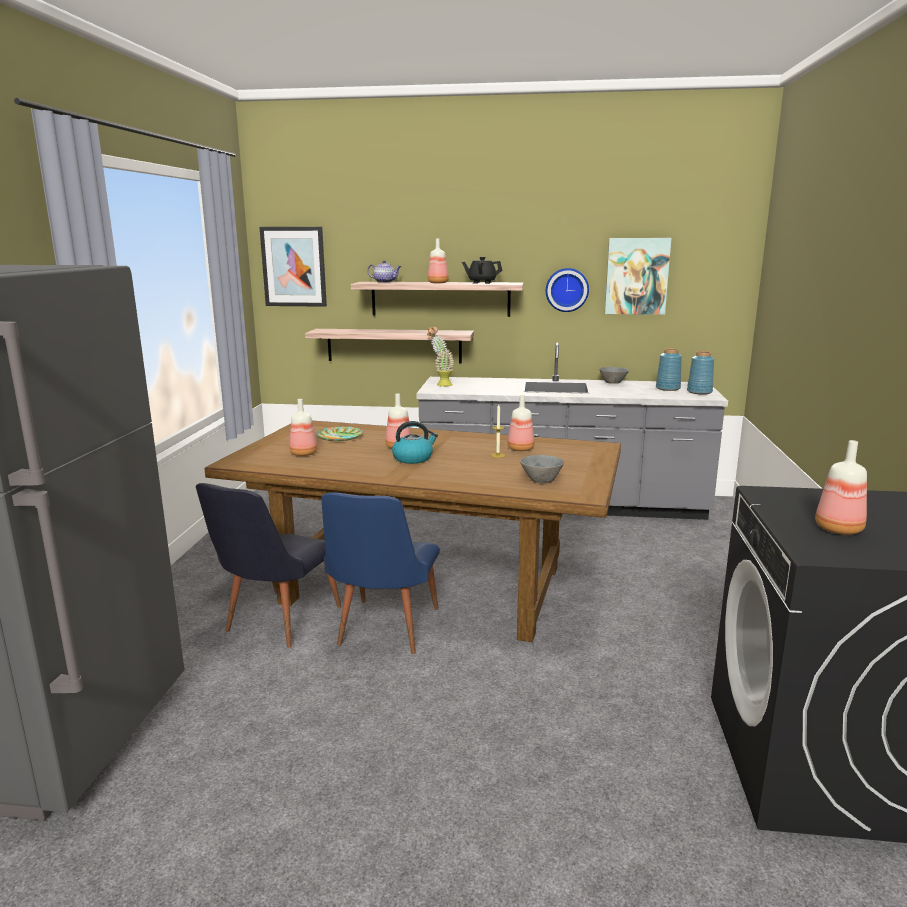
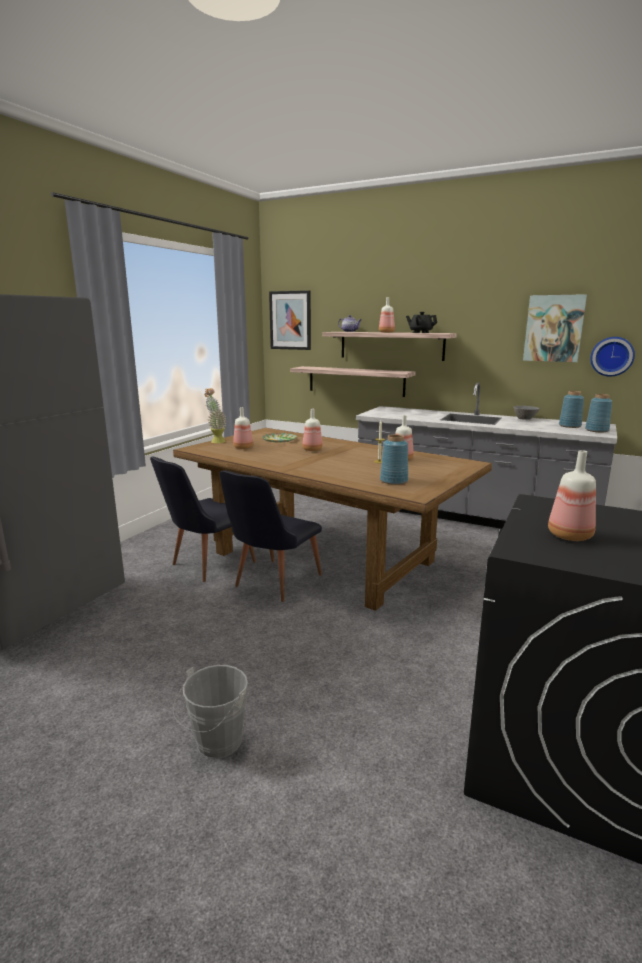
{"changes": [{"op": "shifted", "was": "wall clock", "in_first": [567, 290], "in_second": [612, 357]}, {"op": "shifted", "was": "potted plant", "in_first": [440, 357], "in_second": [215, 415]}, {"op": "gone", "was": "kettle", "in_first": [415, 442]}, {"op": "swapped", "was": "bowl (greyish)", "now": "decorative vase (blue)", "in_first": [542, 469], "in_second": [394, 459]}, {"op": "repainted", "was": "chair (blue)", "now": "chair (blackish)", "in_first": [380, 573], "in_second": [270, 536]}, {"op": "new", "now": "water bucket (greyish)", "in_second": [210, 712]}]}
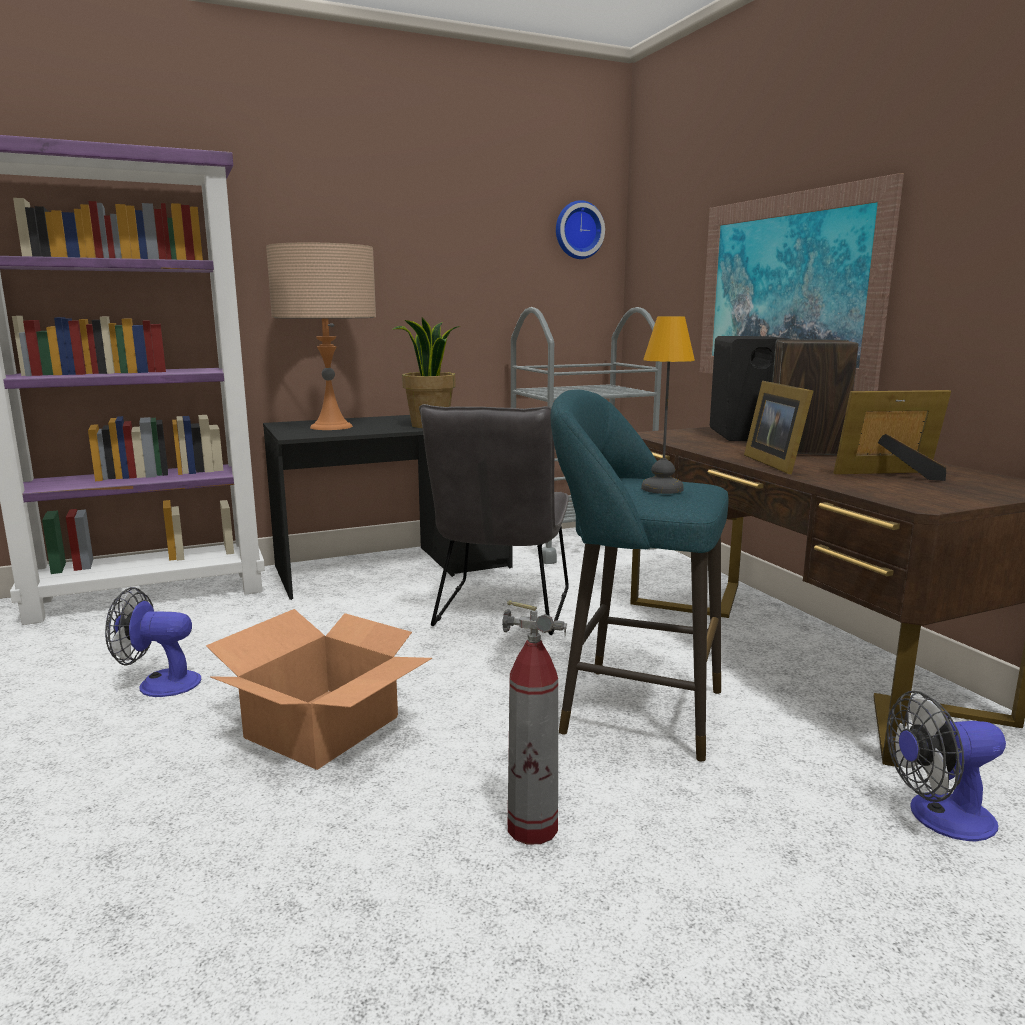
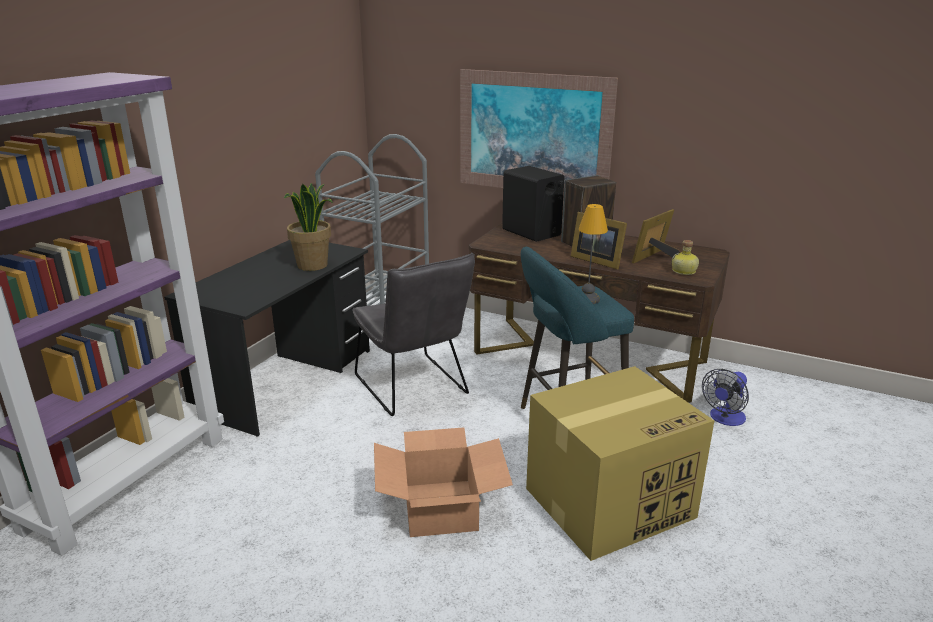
{"changes": [{"op": "gone", "was": "wall clock", "in_first": [580, 229]}, {"op": "gone", "was": "lamp for a table (beige)", "in_first": [321, 336]}, {"op": "gone", "was": "fan", "in_first": [153, 642]}, {"op": "swapped", "was": "fire extinguisher", "now": "packing box", "in_first": [534, 722], "in_second": [620, 463]}, {"op": "new", "now": "bottle", "in_second": [685, 257]}]}
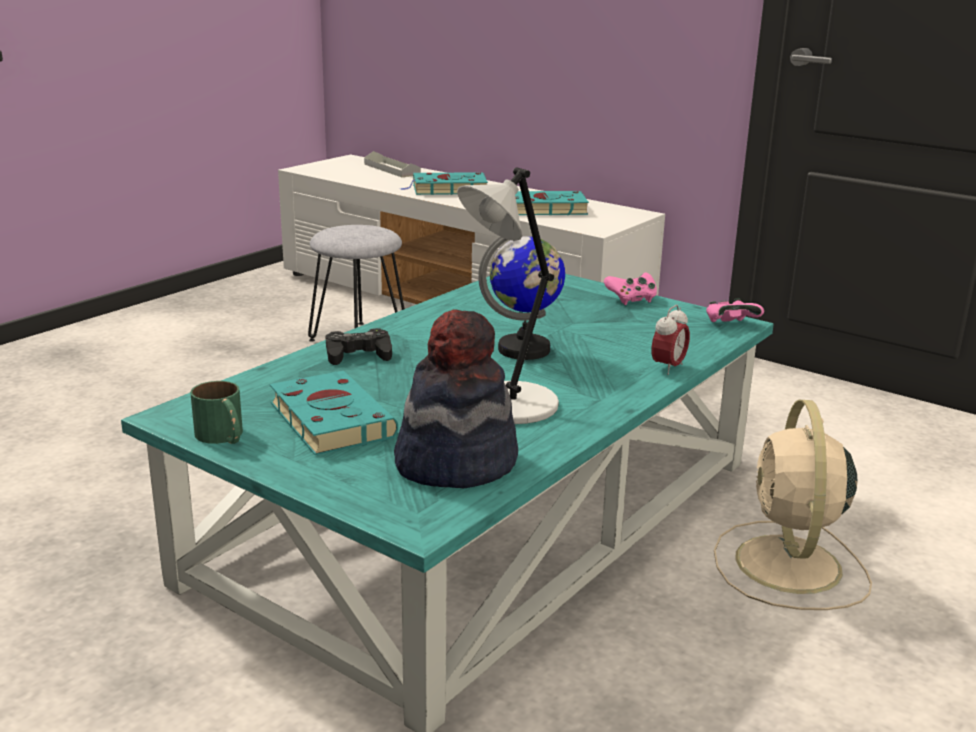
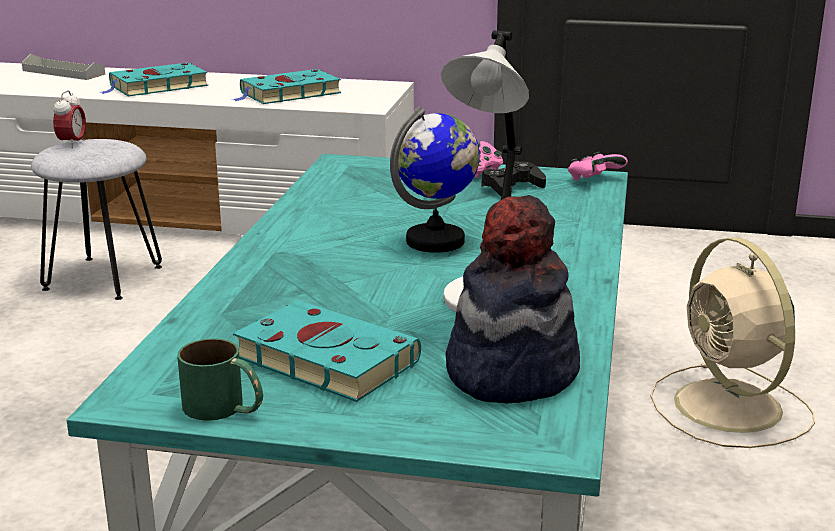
{"changes": [{"op": "shifted", "was": "alarm clock", "in_first": [671, 340], "in_second": [69, 119]}, {"op": "shifted", "was": "game controller (blackish)", "in_first": [358, 346], "in_second": [513, 178]}]}
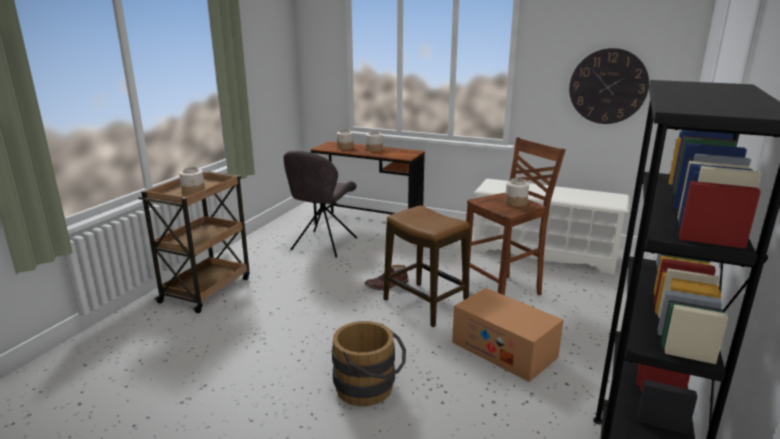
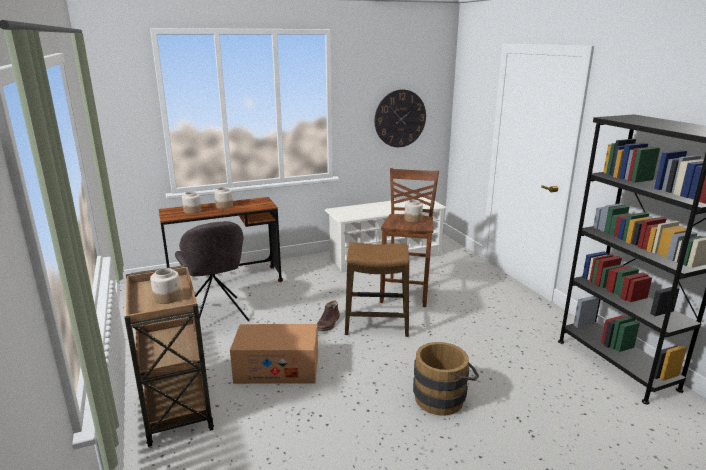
{"changes": [{"op": "shifted", "was": "packing box", "in_first": [507, 335], "in_second": [274, 354]}]}
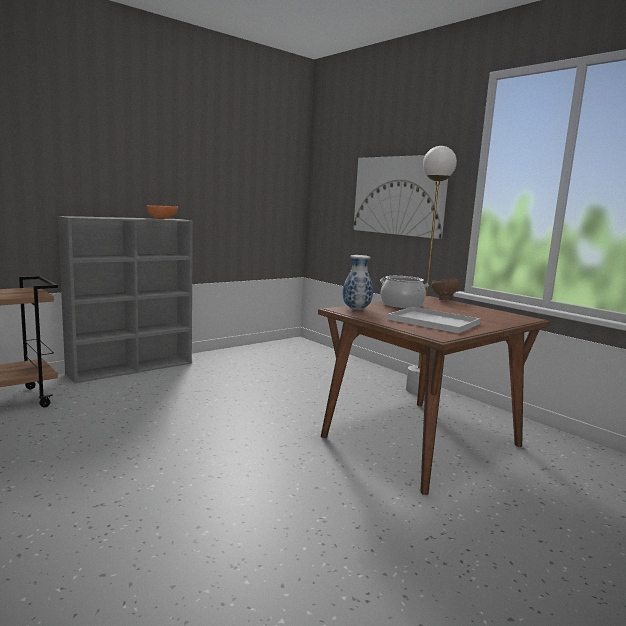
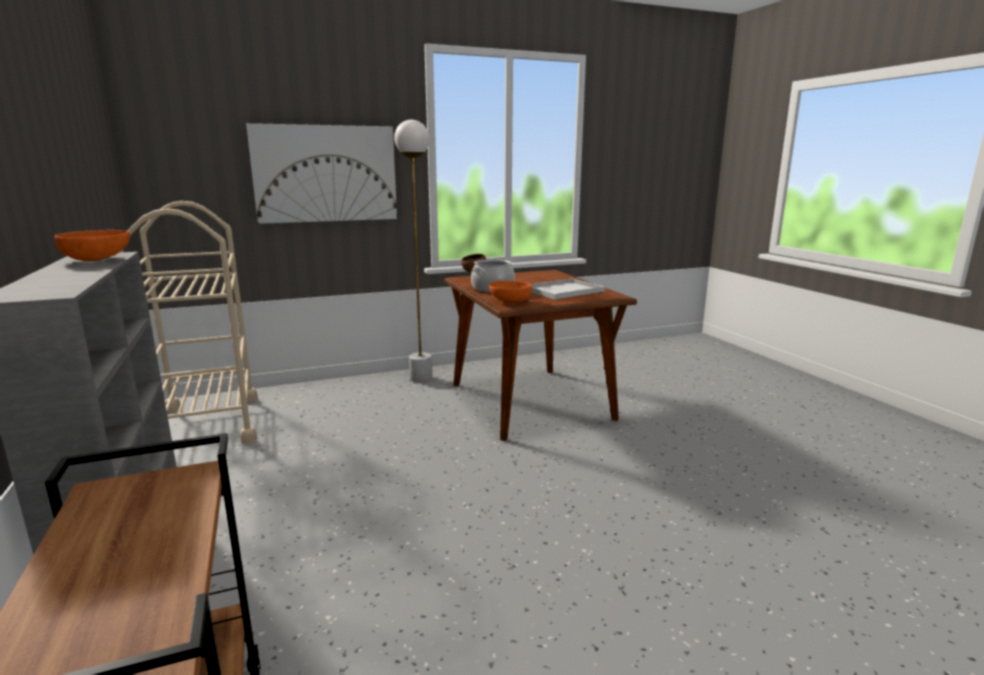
{"changes": [{"op": "swapped", "was": "decorative vase", "now": "bowl (orangey)", "in_first": [358, 282], "in_second": [510, 292]}, {"op": "new", "now": "cart (beige)", "in_second": [189, 322]}]}
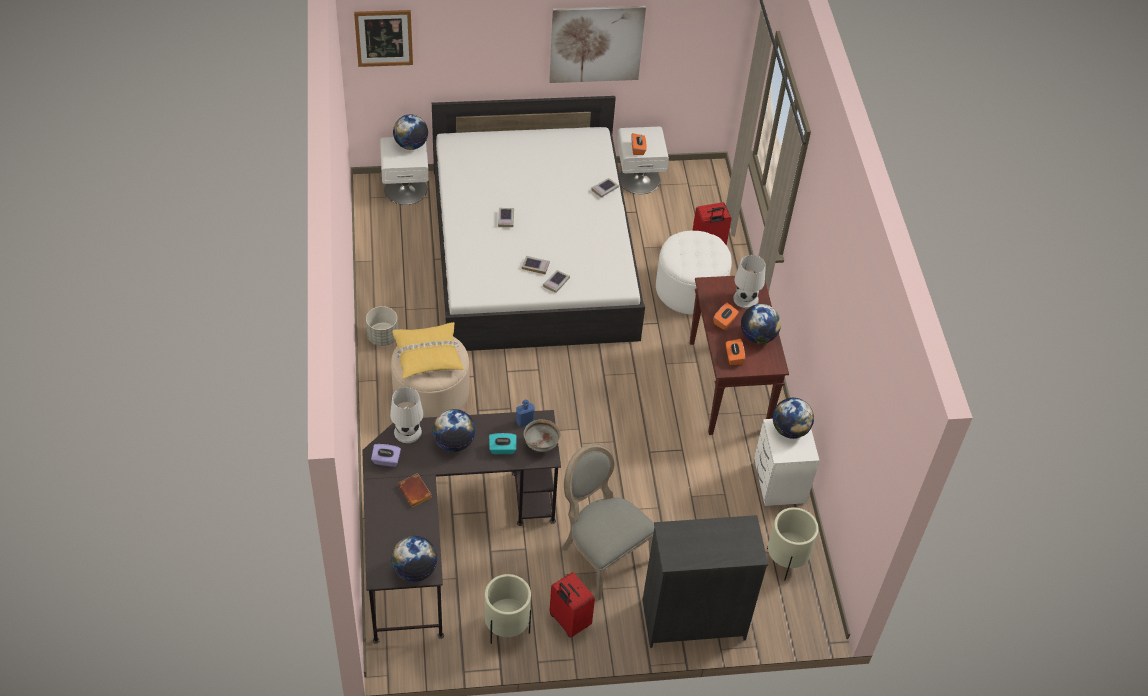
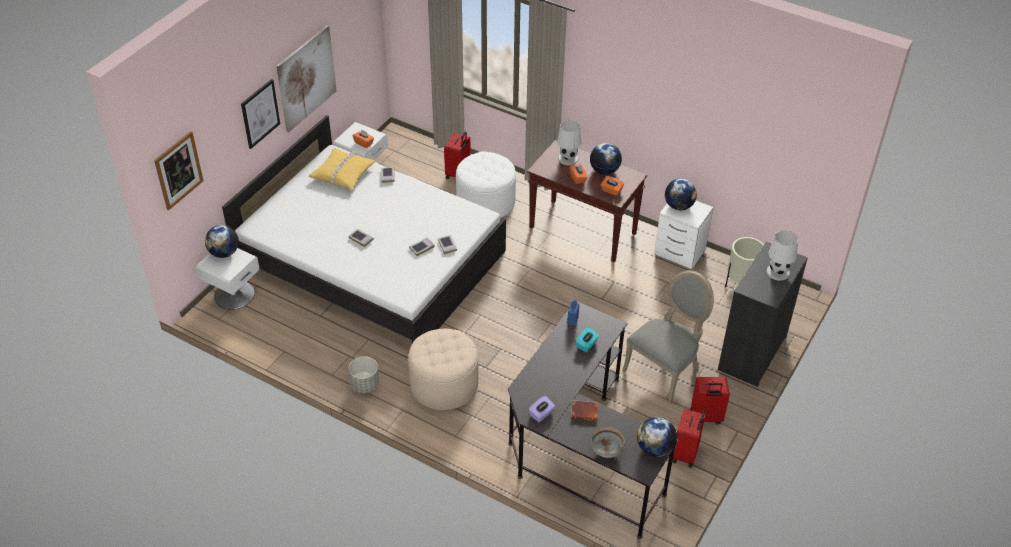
{"changes": [{"op": "shifted", "was": "cushion (yellow-coloured)", "in_first": [428, 350], "in_second": [342, 169]}, {"op": "shifted", "was": "lamp for a table (whitish)", "in_first": [406, 415], "in_second": [782, 255]}, {"op": "gone", "was": "desk globe", "in_first": [453, 430]}, {"op": "shifted", "was": "bowl (greyish)", "in_first": [542, 435], "in_second": [608, 442]}, {"op": "rotated", "was": "chair (greyish)", "in_first": [607, 521], "in_second": [668, 337], "clockwise": 135}, {"op": "swapped", "was": "plant pot (beige)", "now": "suitcase (reddish)", "in_first": [508, 609], "in_second": [689, 438]}, {"op": "new", "now": "wall art", "in_second": [260, 114]}]}
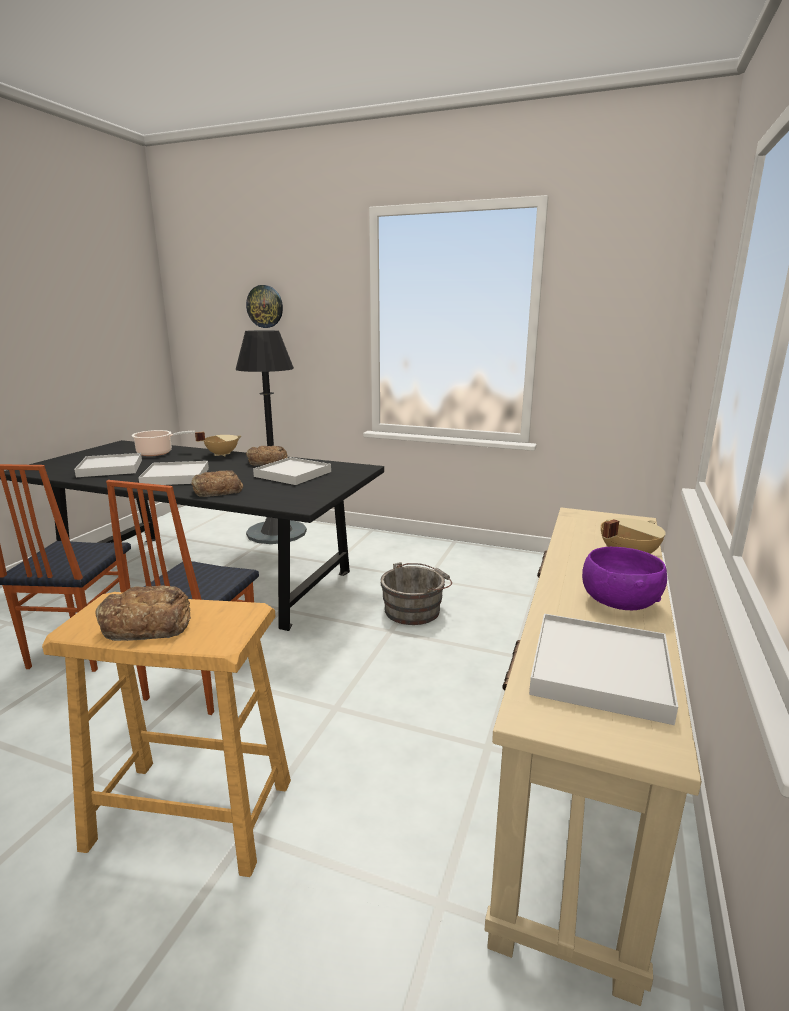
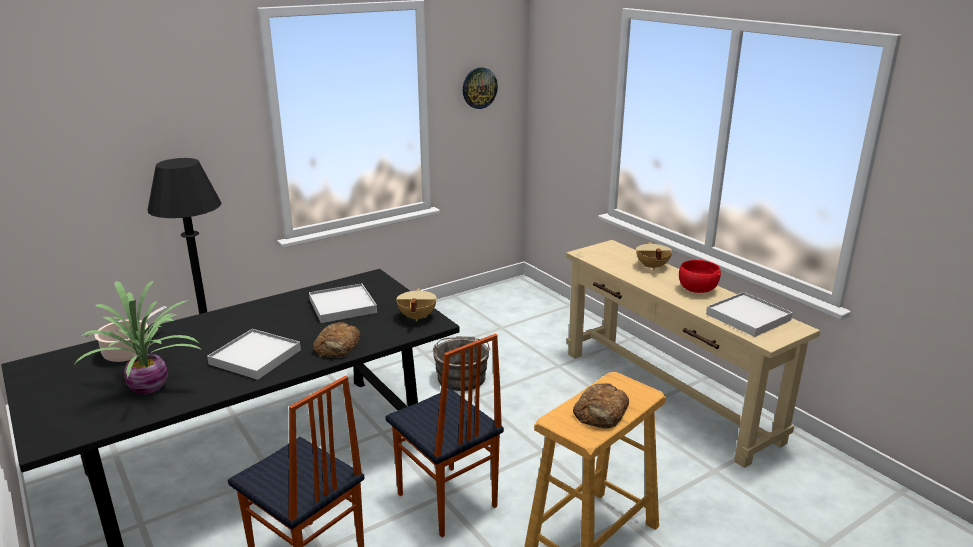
{"changes": [{"op": "shifted", "was": "wall clock", "in_first": [264, 306], "in_second": [480, 88]}, {"op": "shifted", "was": "stockpot (beige)", "in_first": [218, 444], "in_second": [416, 305]}, {"op": "gone", "was": "bread", "in_first": [267, 456]}, {"op": "swapped", "was": "tray (whitish)", "now": "potted plant", "in_first": [108, 465], "in_second": [138, 337]}, {"op": "repainted", "was": "bowl (purple-coloured)", "now": "bowl (reddish)", "in_first": [624, 578], "in_second": [700, 276]}]}
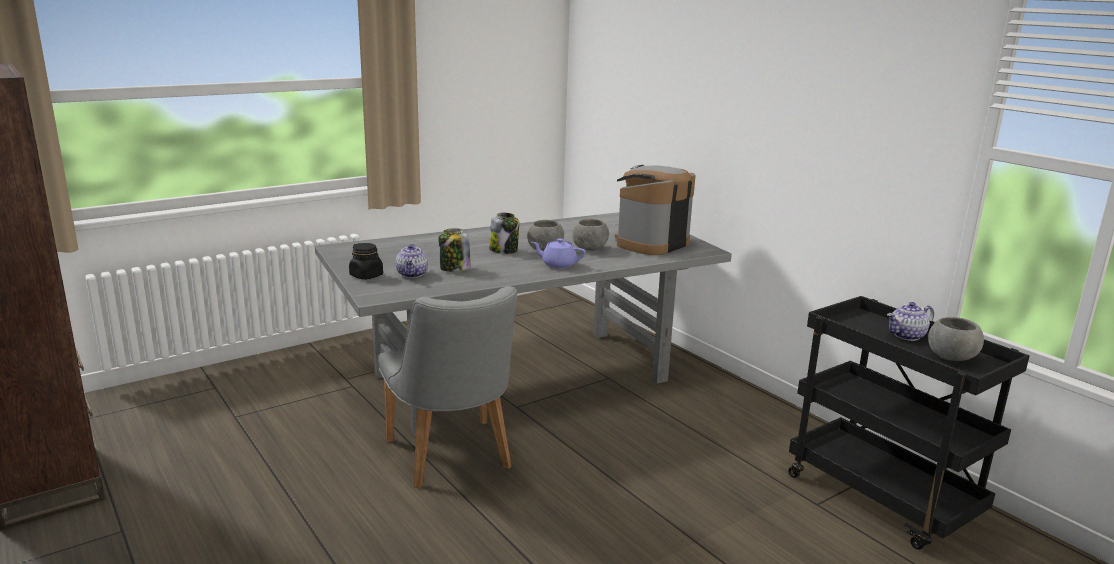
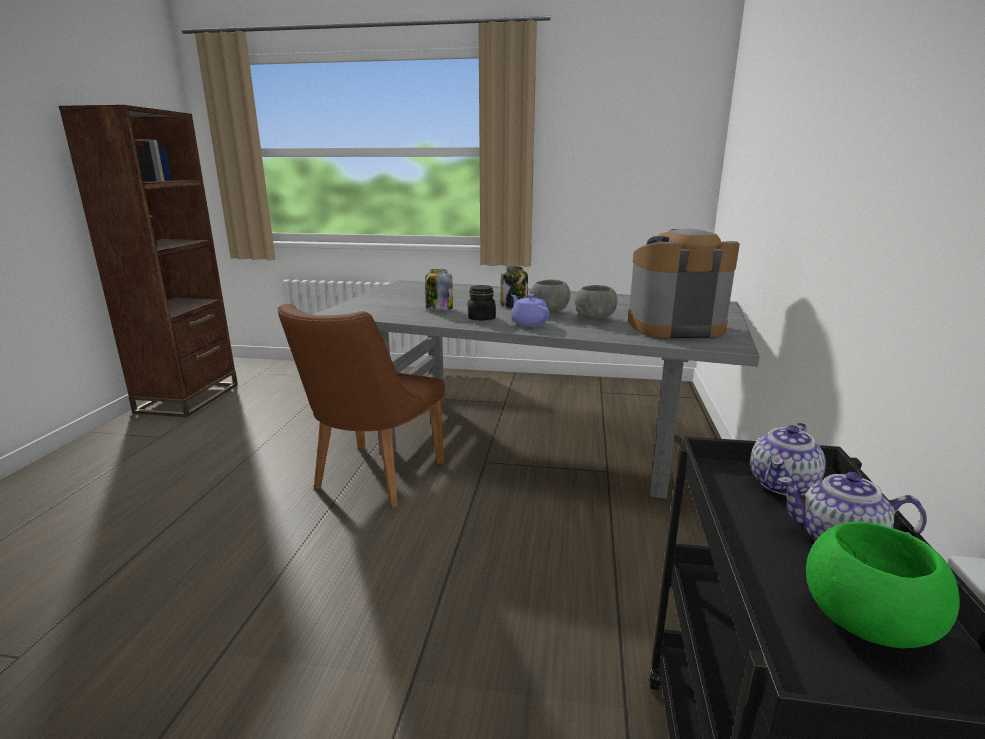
{"changes": [{"op": "shifted", "was": "jar (blackish)", "in_first": [366, 261], "in_second": [482, 303]}, {"op": "shifted", "was": "teapot", "in_first": [411, 261], "in_second": [788, 459]}, {"op": "repainted", "was": "chair (greyish)", "now": "chair (brown-coloured)", "in_first": [447, 387], "in_second": [361, 406]}, {"op": "repainted", "was": "bowl (greyish)", "now": "bowl (greenish)", "in_first": [956, 339], "in_second": [883, 585]}]}
